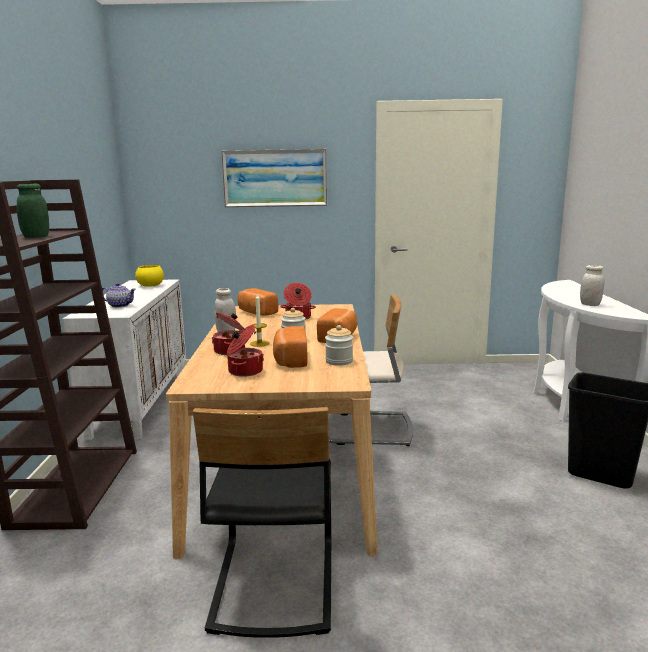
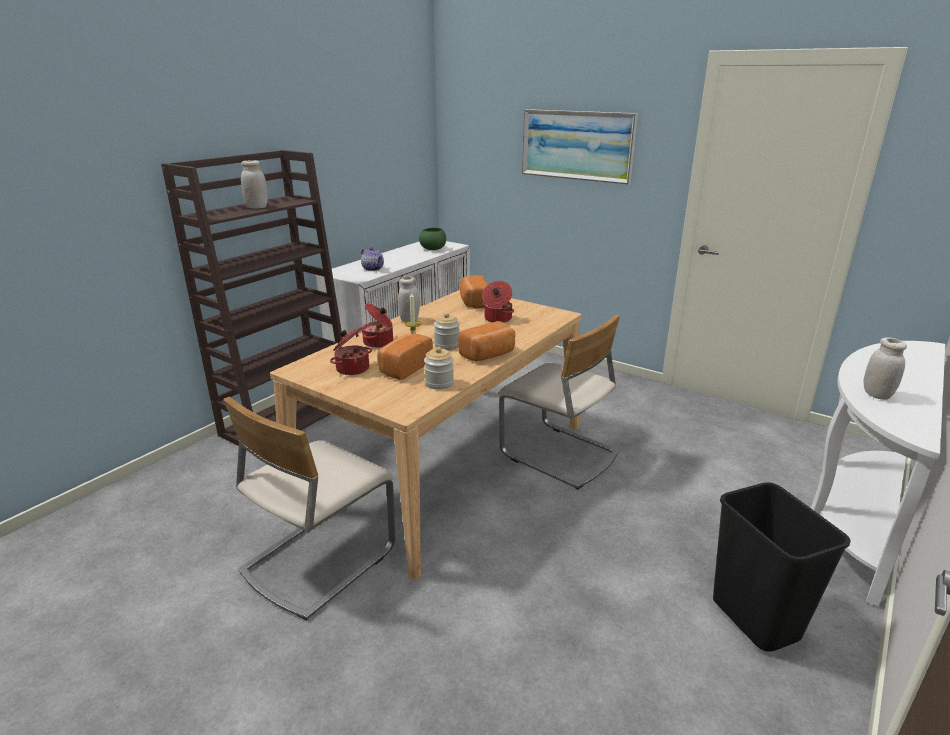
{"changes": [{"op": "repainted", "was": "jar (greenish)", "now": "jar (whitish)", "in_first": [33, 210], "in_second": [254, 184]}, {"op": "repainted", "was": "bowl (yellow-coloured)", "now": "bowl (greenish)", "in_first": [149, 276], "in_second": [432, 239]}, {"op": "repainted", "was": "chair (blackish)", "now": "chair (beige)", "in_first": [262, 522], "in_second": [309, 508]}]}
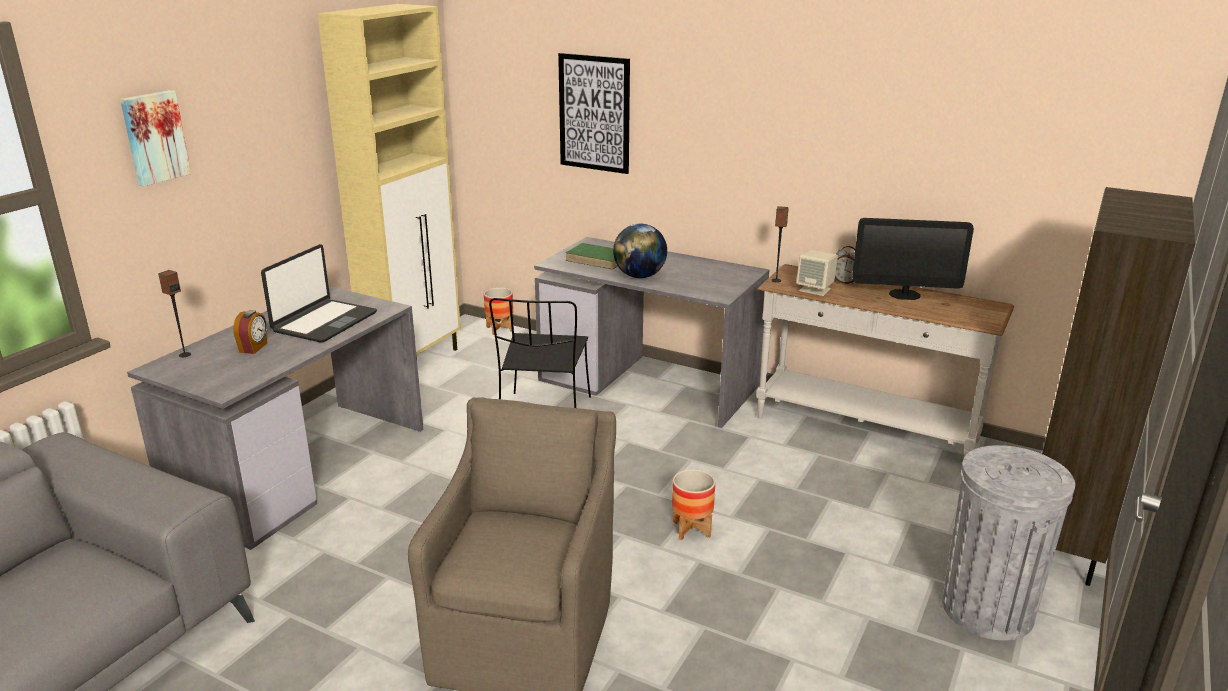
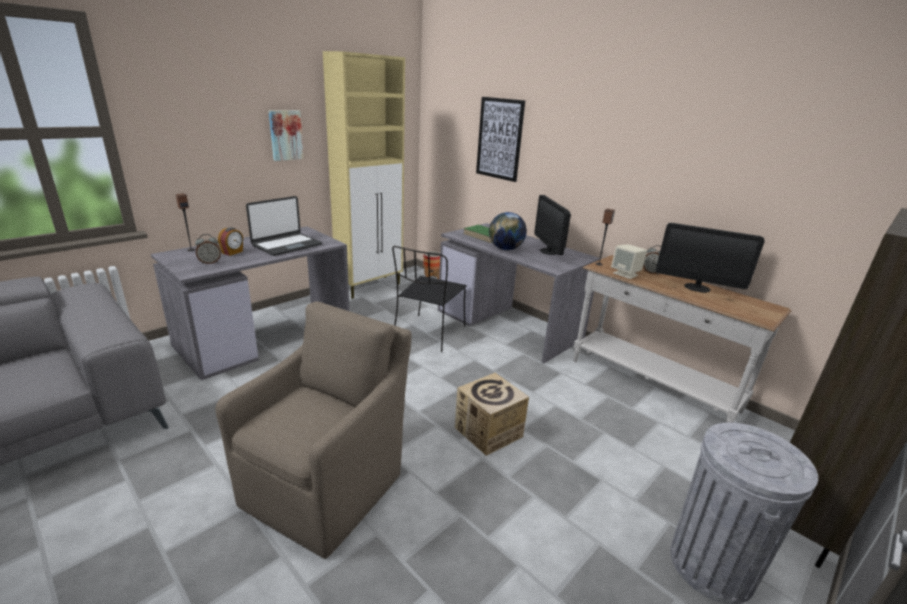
{"changes": [{"op": "shifted", "was": "wall art", "in_first": [155, 138], "in_second": [286, 135]}, {"op": "swapped", "was": "plant pot", "now": "packing box", "in_first": [693, 504], "in_second": [492, 414]}, {"op": "new", "now": "computer screen", "in_second": [552, 225]}, {"op": "new", "now": "alarm clock", "in_second": [208, 249]}]}
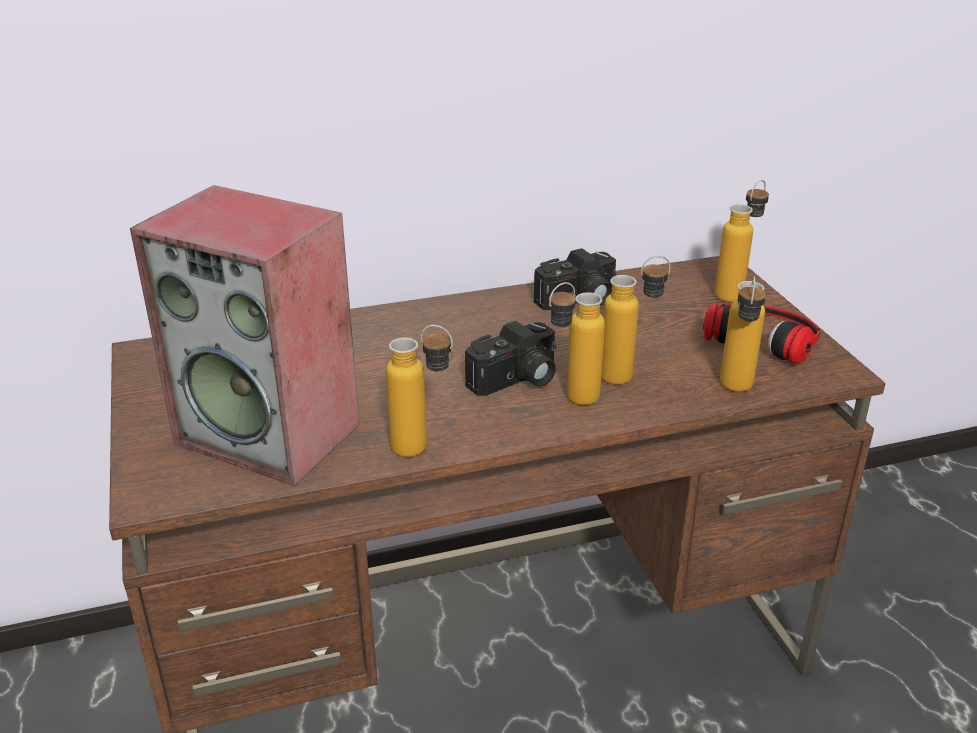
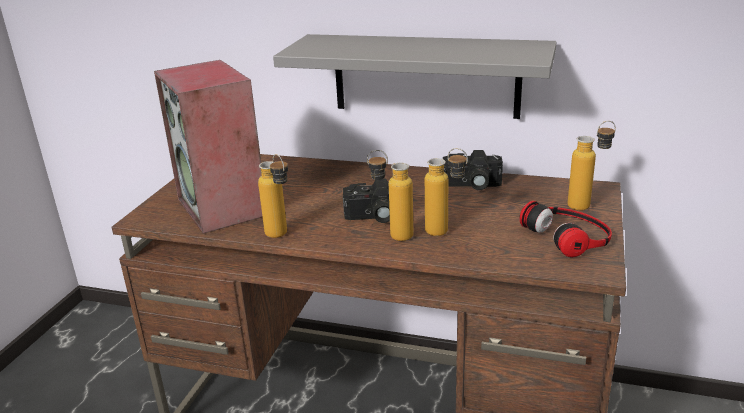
{"changes": [{"op": "gone", "was": "bottle", "in_first": [743, 334]}, {"op": "new", "now": "bracket shelf (greyish)", "in_second": [414, 76]}]}
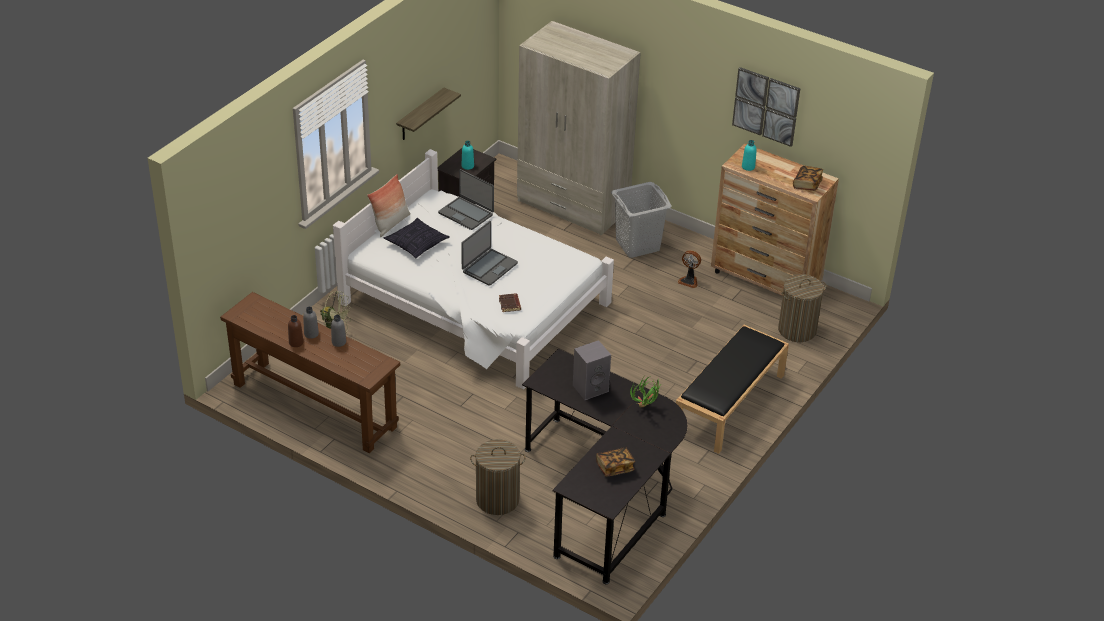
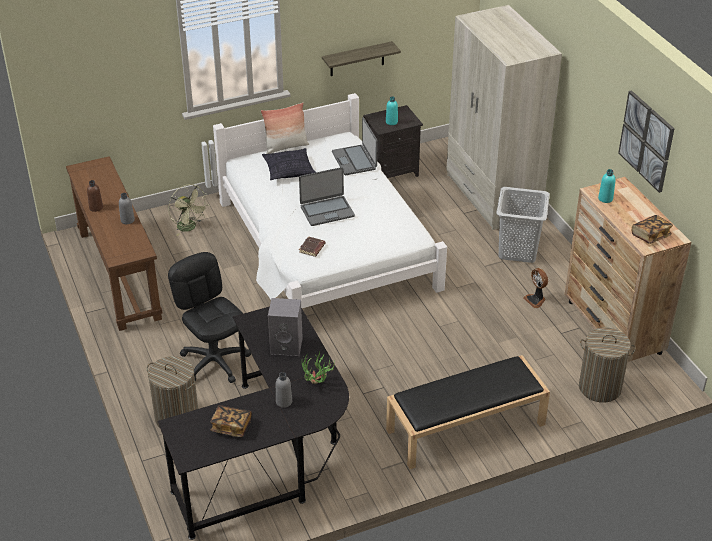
{"changes": [{"op": "shifted", "was": "bottle (greyish)", "in_first": [311, 322], "in_second": [284, 390]}, {"op": "new", "now": "office chair (blackish)", "in_second": [209, 317]}]}
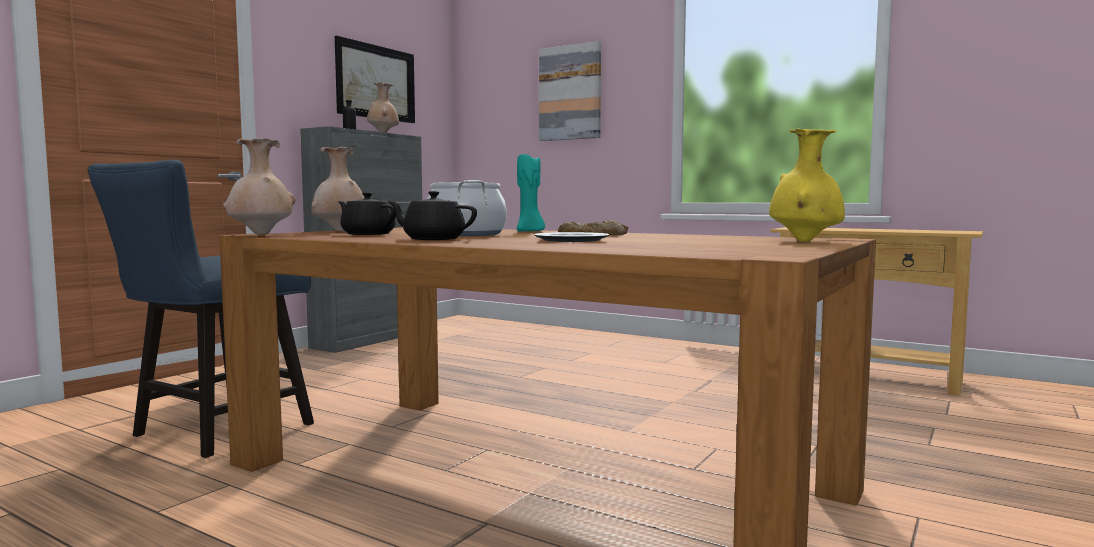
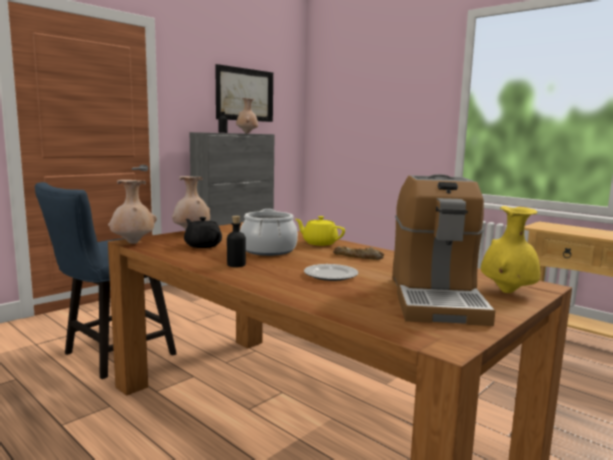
{"changes": [{"op": "gone", "was": "wall art", "in_first": [570, 91]}, {"op": "swapped", "was": "wax light (turquoise-coloured)", "now": "teapot (yellow-coloured)", "in_first": [531, 193], "in_second": [320, 231]}, {"op": "swapped", "was": "teapot (blackish)", "now": "bottle (blackish)", "in_first": [432, 215], "in_second": [236, 241]}, {"op": "new", "now": "coffee brewer", "in_second": [443, 250]}]}
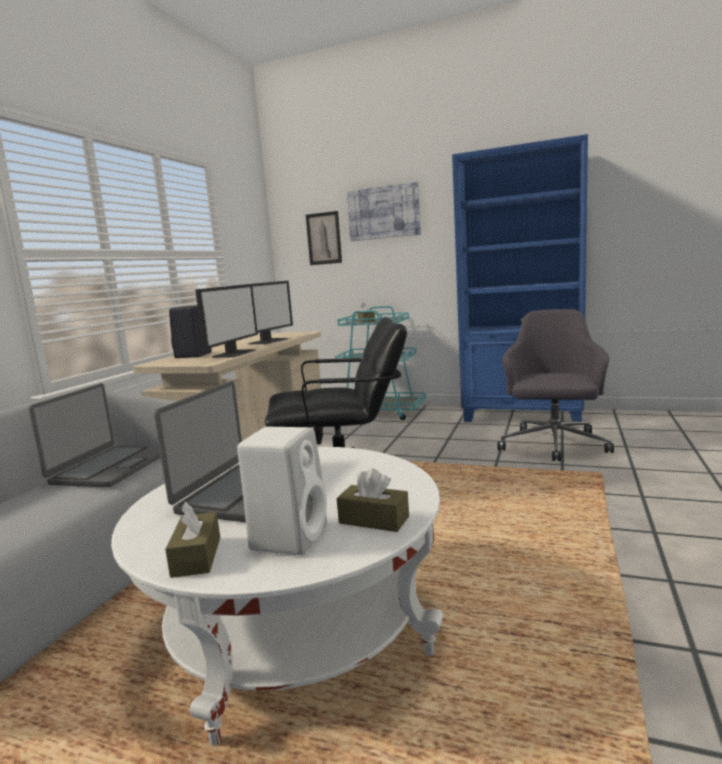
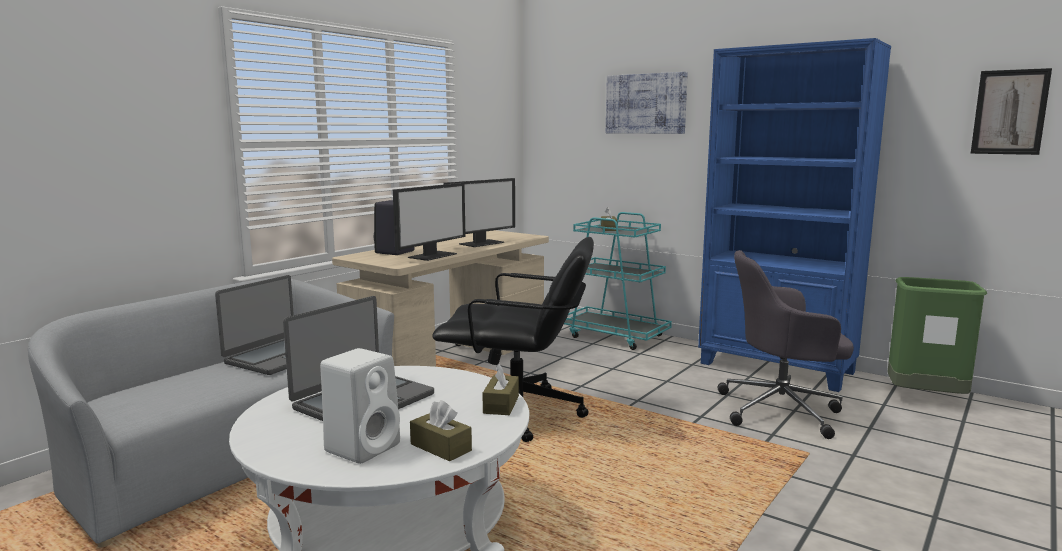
{"changes": [{"op": "shifted", "was": "wall art", "in_first": [324, 238], "in_second": [1011, 111]}, {"op": "rotated", "was": "office chair (greyish)", "in_first": [556, 385], "in_second": [785, 344], "clockwise": -120}, {"op": "shifted", "was": "tissue holder (brown-coloured)", "in_first": [192, 539], "in_second": [501, 389]}, {"op": "new", "now": "waste bin (greenish)", "in_second": [937, 335]}]}
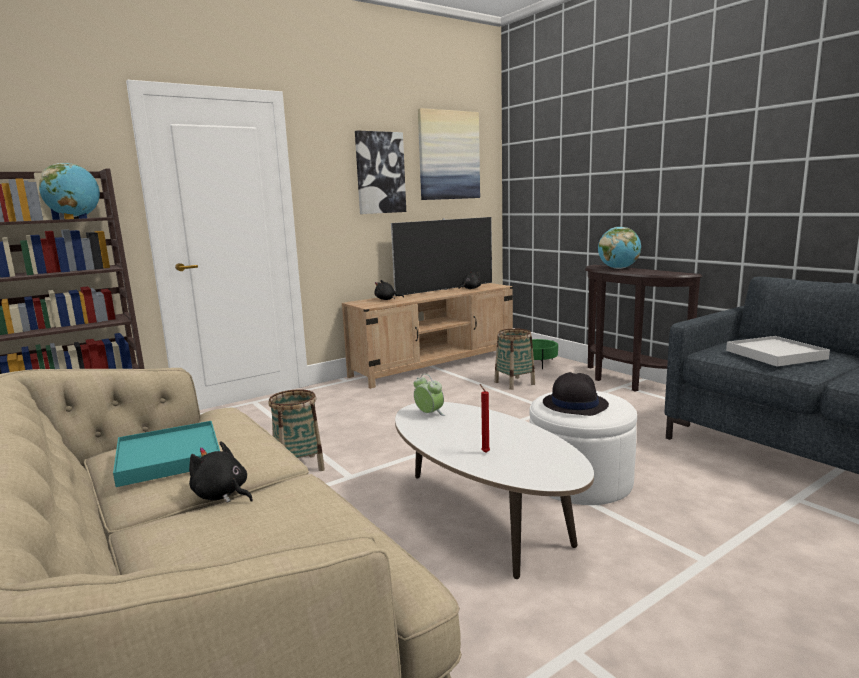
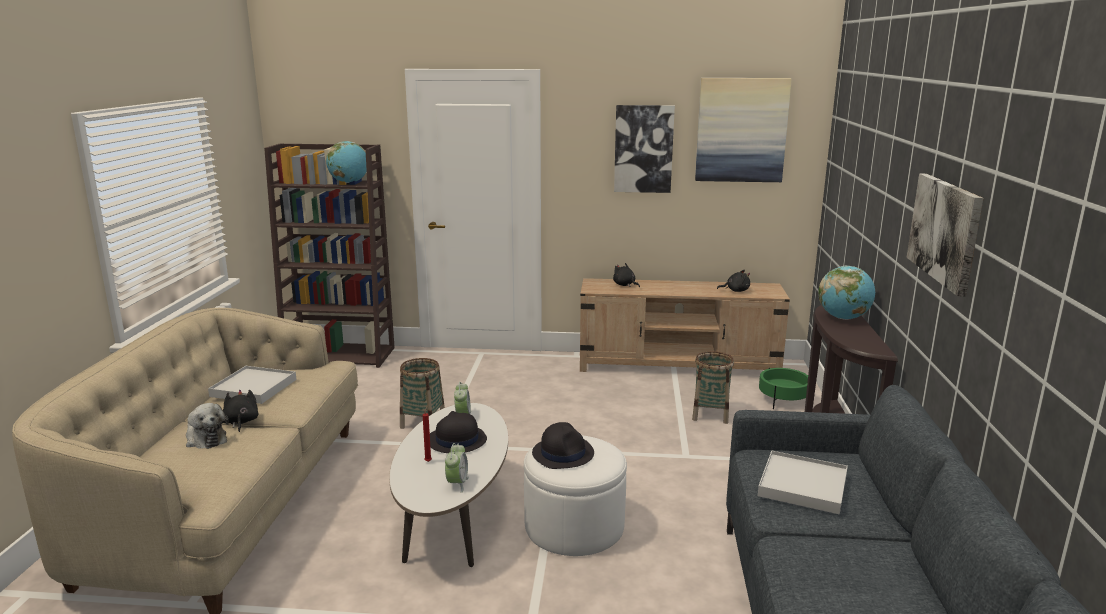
{"changes": [{"op": "gone", "was": "television", "in_first": [441, 256]}, {"op": "repainted", "was": "tray (turquoise-coloured)", "now": "tray (whitish)", "in_first": [166, 454], "in_second": [252, 385]}, {"op": "new", "now": "wall art", "in_second": [945, 235]}, {"op": "new", "now": "plush toy", "in_second": [207, 426]}, {"op": "new", "now": "clothing hat (blackish)", "in_second": [458, 432]}, {"op": "new", "now": "alarm clock", "in_second": [457, 468]}]}
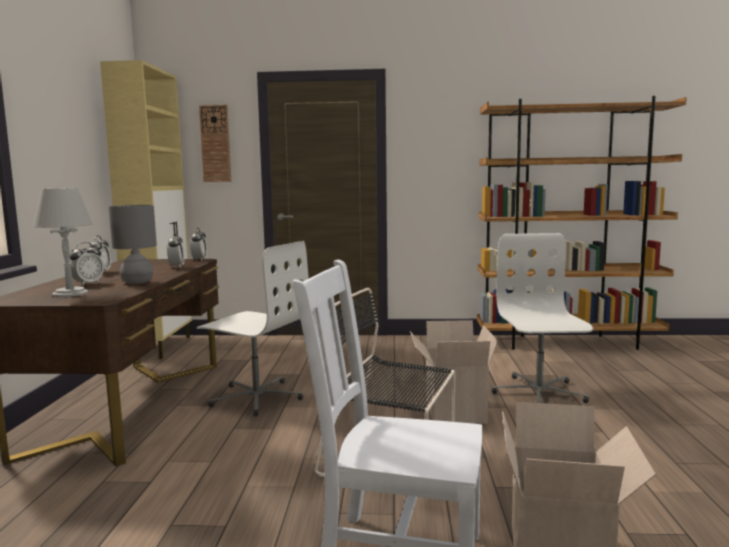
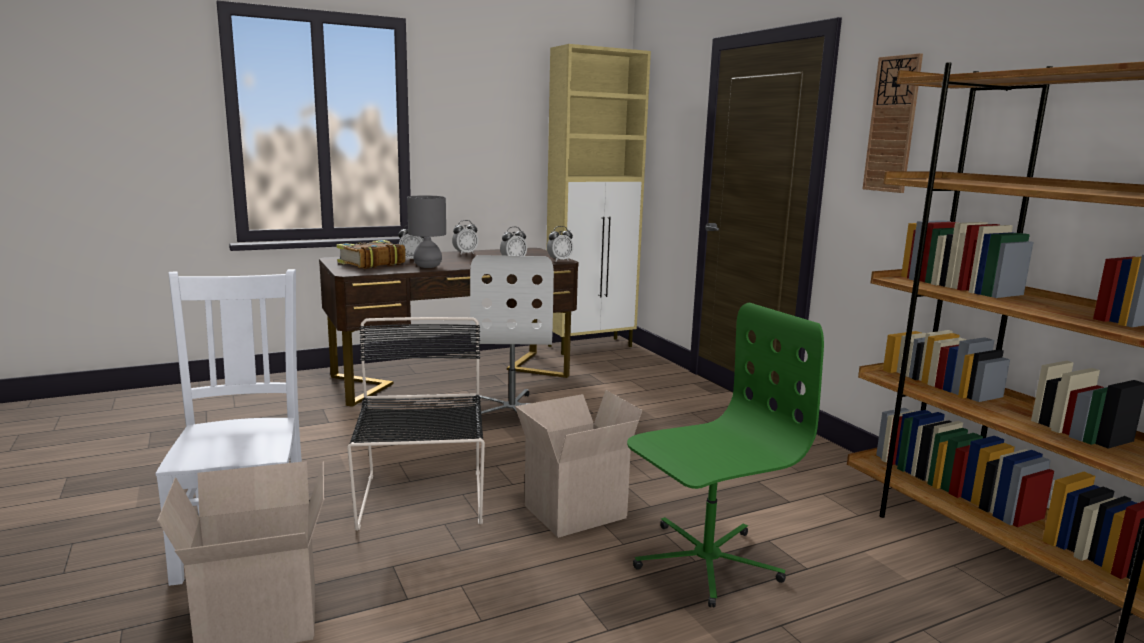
{"changes": [{"op": "shifted", "was": "wall clock", "in_first": [215, 143], "in_second": [893, 123]}, {"op": "swapped", "was": "lamp for a table (greyish)", "now": "volume", "in_first": [63, 242], "in_second": [371, 254]}, {"op": "repainted", "was": "office chair (whitish)", "now": "office chair (greenish)", "in_first": [542, 318], "in_second": [725, 455]}]}
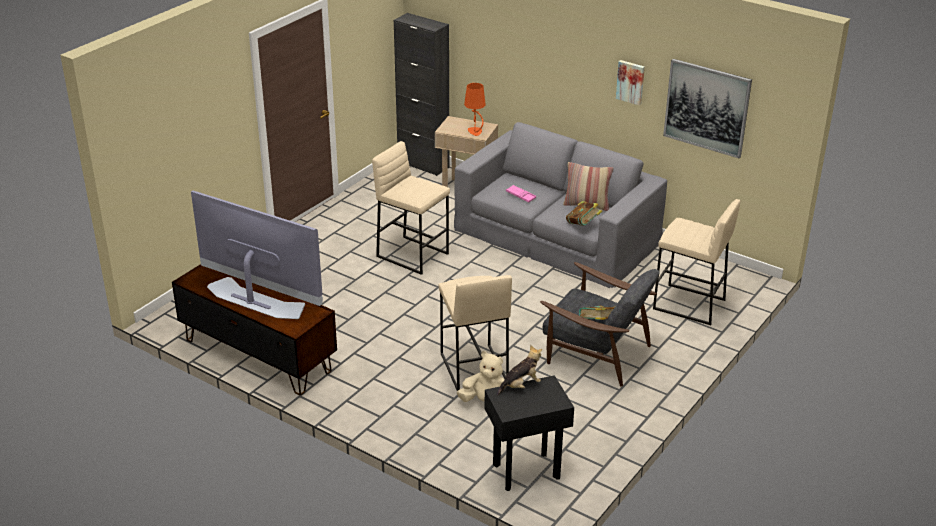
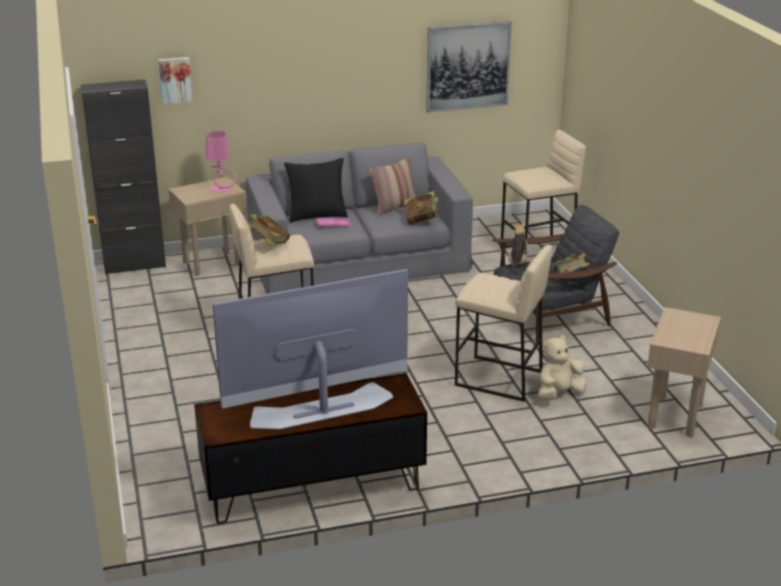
{"changes": [{"op": "shifted", "was": "wall art", "in_first": [630, 82], "in_second": [175, 81]}, {"op": "repainted", "was": "lamp for a table (orangey)", "now": "lamp for a table (pink-coloured)", "in_first": [475, 109], "in_second": [220, 161]}, {"op": "shifted", "was": "plush toy", "in_first": [519, 370], "in_second": [519, 249]}, {"op": "repainted", "was": "side table (blackish)", "now": "side table (beige)", "in_first": [529, 433], "in_second": [684, 372]}, {"op": "new", "now": "cushion (blackish)", "in_second": [316, 190]}, {"op": "new", "now": "volume", "in_second": [269, 229]}]}
